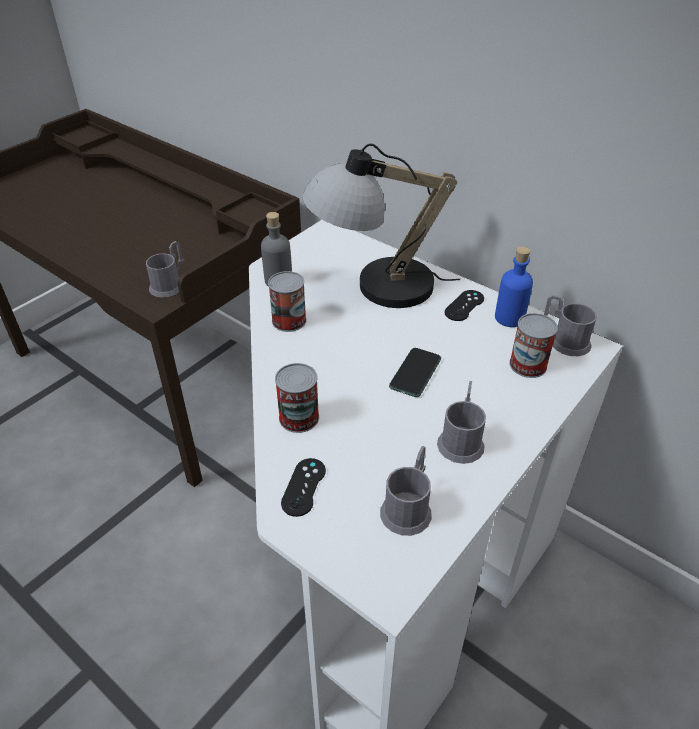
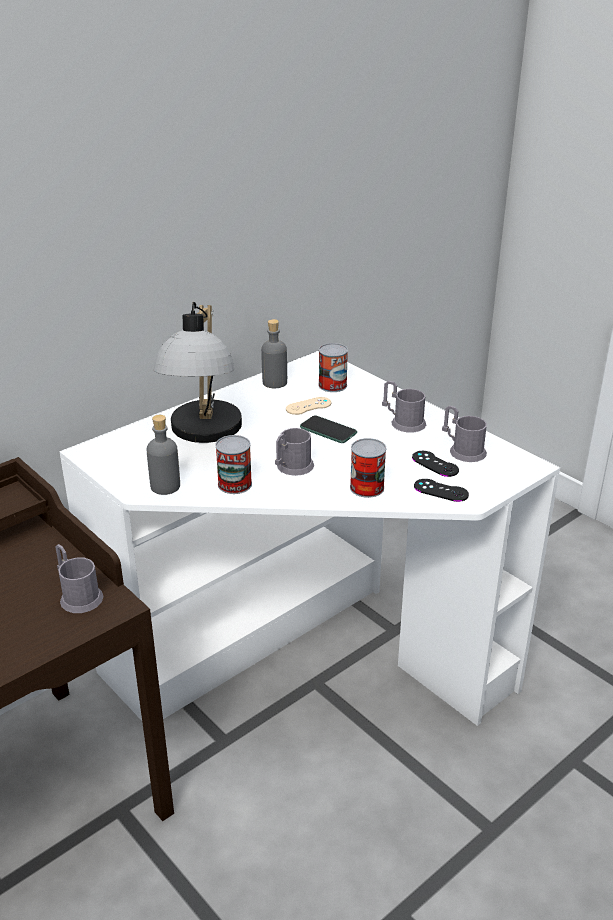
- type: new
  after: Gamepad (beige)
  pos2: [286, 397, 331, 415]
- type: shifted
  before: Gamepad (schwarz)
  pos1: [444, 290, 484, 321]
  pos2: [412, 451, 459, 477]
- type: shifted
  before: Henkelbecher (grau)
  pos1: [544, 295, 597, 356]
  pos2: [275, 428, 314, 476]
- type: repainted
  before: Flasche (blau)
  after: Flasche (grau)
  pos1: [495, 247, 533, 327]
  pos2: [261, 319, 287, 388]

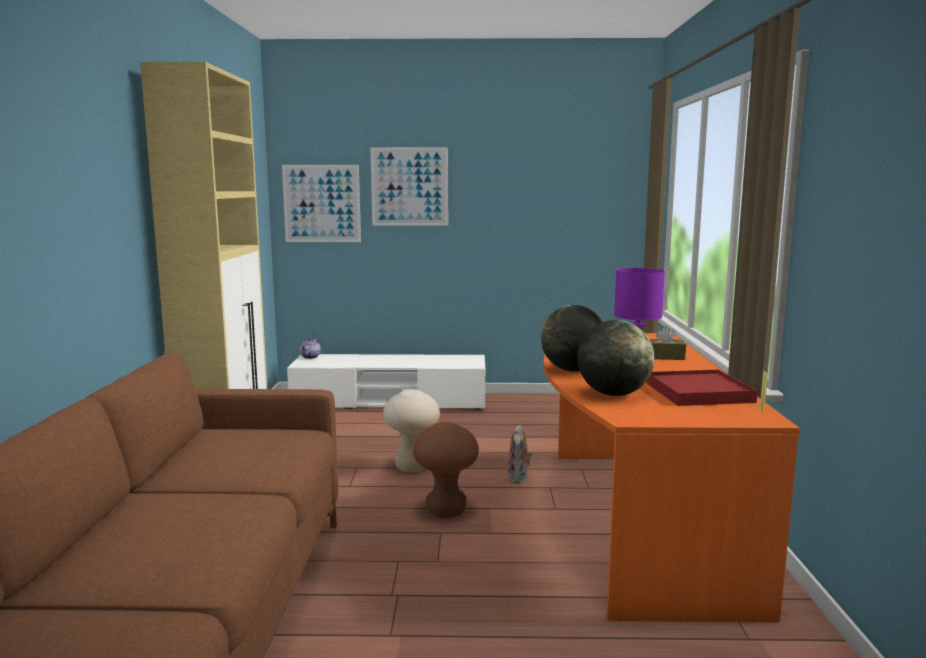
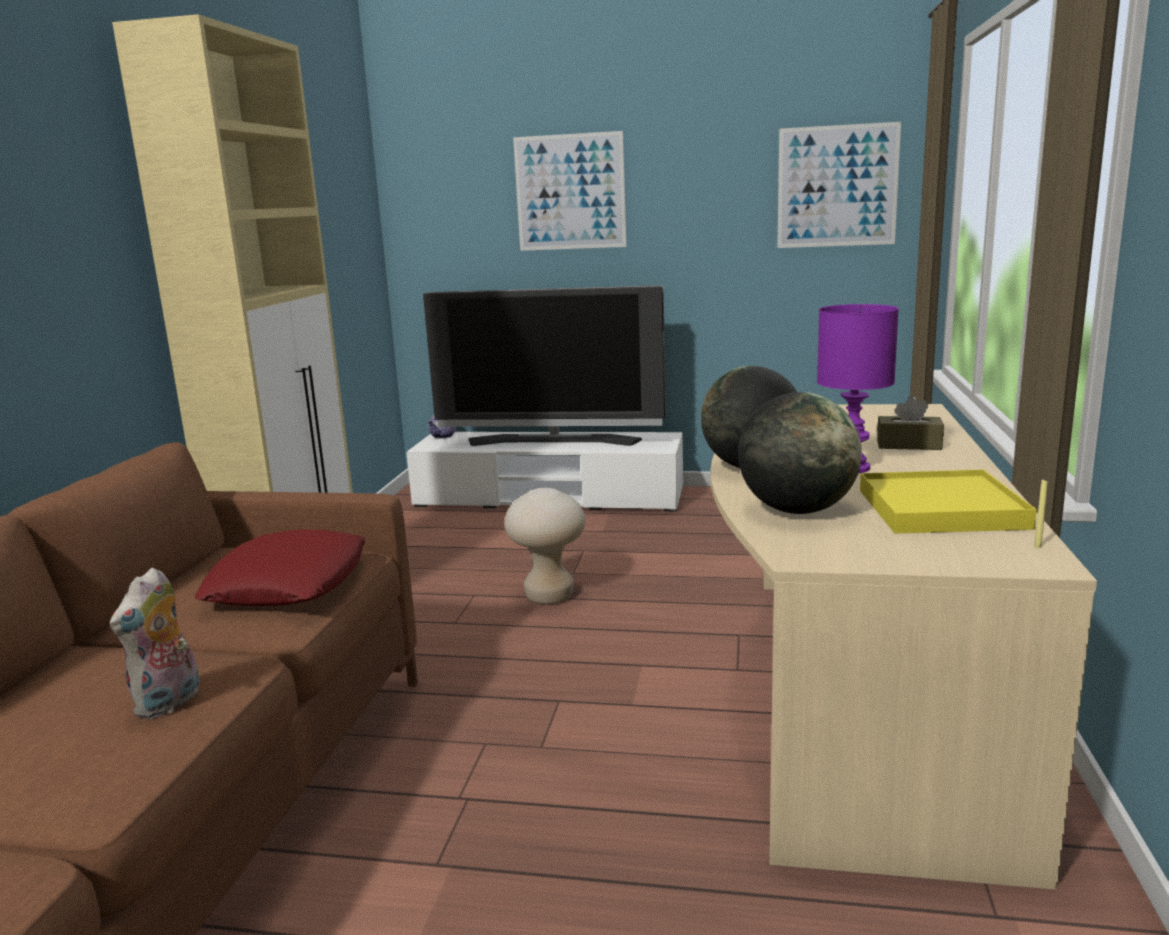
- type: gone
  before: Hocker (braun)
  pos1: [413, 422, 479, 518]
- type: new
  after: Kissen (rot)
  pos2: [195, 530, 365, 606]
- type: new
  after: Fernseher
  pos2: [423, 285, 666, 446]
- type: shifted
  before: Bild
  pos1: [282, 165, 361, 242]
  pos2: [777, 122, 901, 248]
- type: shifted
  before: Plüschtier
  pos1: [507, 425, 532, 484]
  pos2: [110, 568, 200, 719]
- type: repainted
  before: Schreibtisch (orange)
  after: Schreibtisch (beige)
  pos1: [543, 333, 800, 622]
  pos2: [710, 404, 1097, 890]
- type: repainted
  before: Tablett (rot)
  after: Tablett (gelb)
  pos1: [646, 370, 758, 406]
  pos2: [860, 470, 1037, 533]

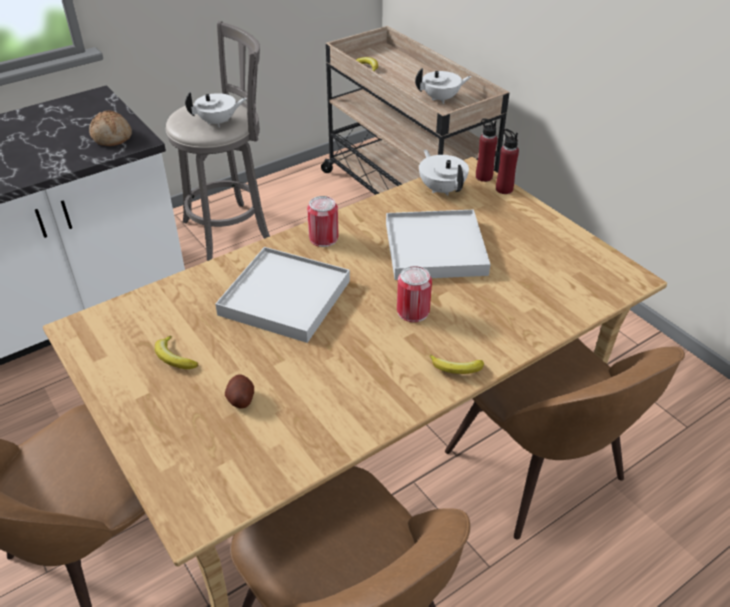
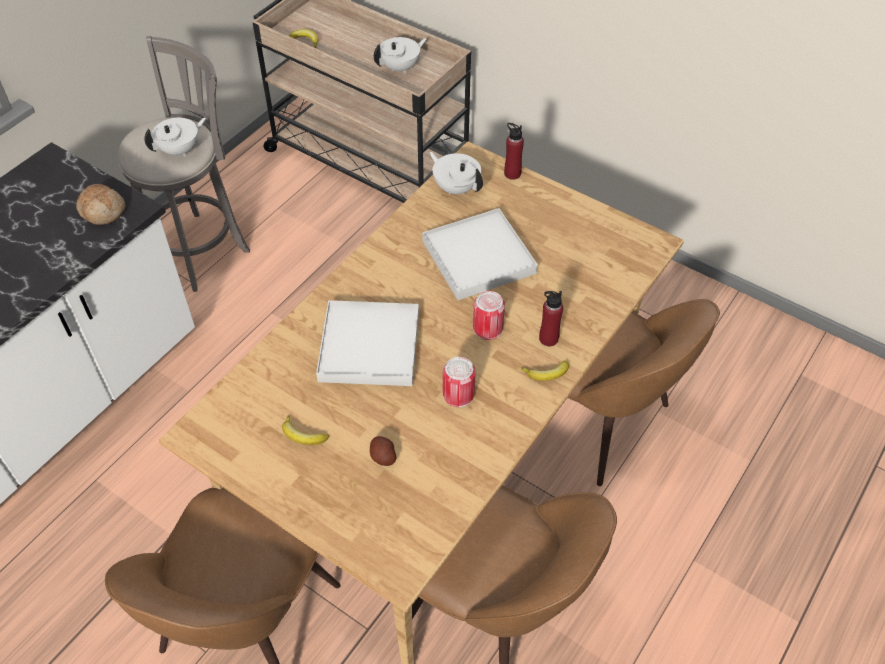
- type: shifted
  before: Dose
  pos1: [307, 196, 339, 247]
  pos2: [443, 357, 476, 407]
- type: shifted
  before: Flasche (rot)
  pos1: [476, 118, 498, 182]
  pos2: [539, 291, 563, 346]

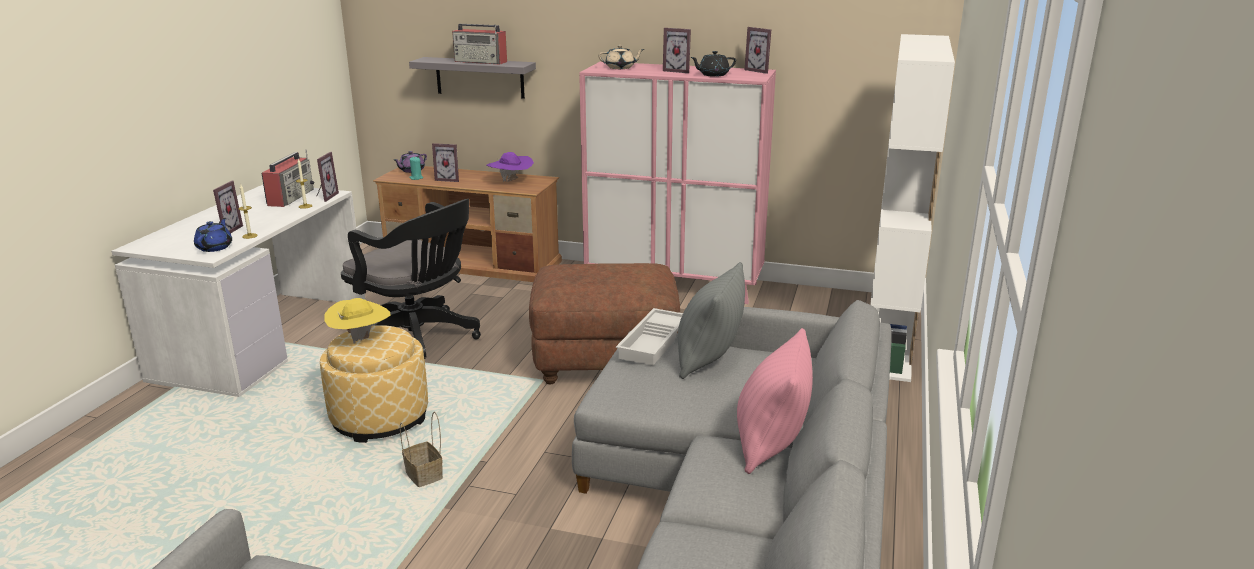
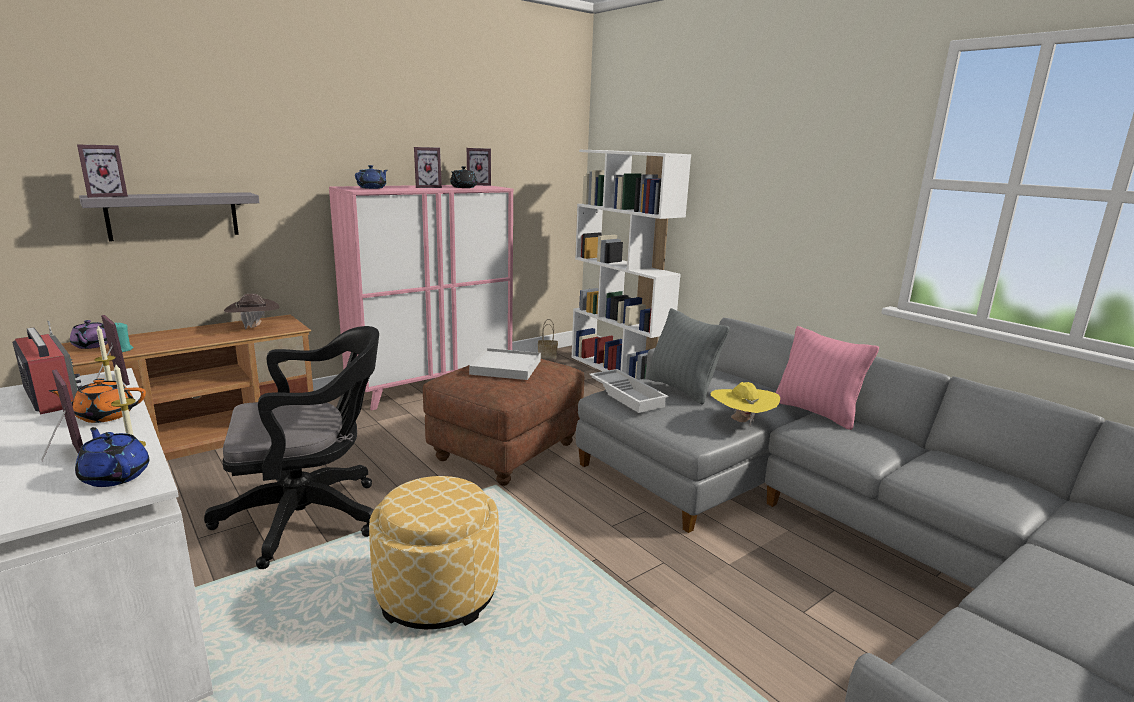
- type: gone
  before: Radio
  pos1: [452, 24, 507, 65]
- type: new
  after: Teekanne (orange)
  pos2: [49, 378, 146, 423]
- type: new
  after: Tablett (weiß)
  pos2: [469, 348, 541, 380]
- type: shifted
  before: Hut (gelb)
  pos1: [325, 298, 391, 343]
  pos2: [711, 382, 780, 426]
- type: shifted
  before: Korb
  pos1: [400, 412, 443, 487]
  pos2: [538, 319, 558, 359]
- type: shifted
  before: Bilderrahmen
  pos1: [432, 143, 459, 182]
  pos2: [77, 145, 128, 198]
- type: repainted
  before: Hut (lila)
  after: Hut (braun)
  pos1: [487, 152, 534, 182]
  pos2: [224, 294, 280, 329]
- type: repainted
  before: Teekanne (beige)
  after: Teekanne (blau)
  pos1: [598, 45, 644, 69]
  pos2: [355, 165, 387, 189]

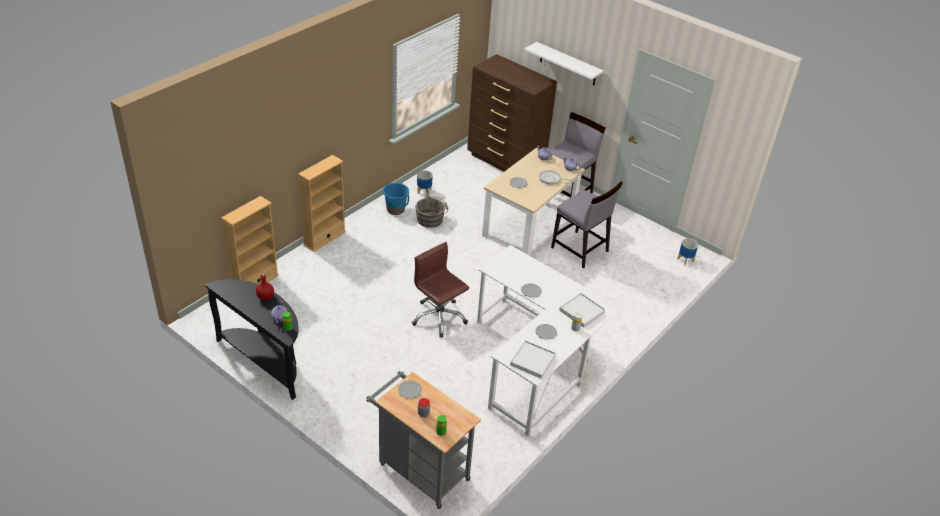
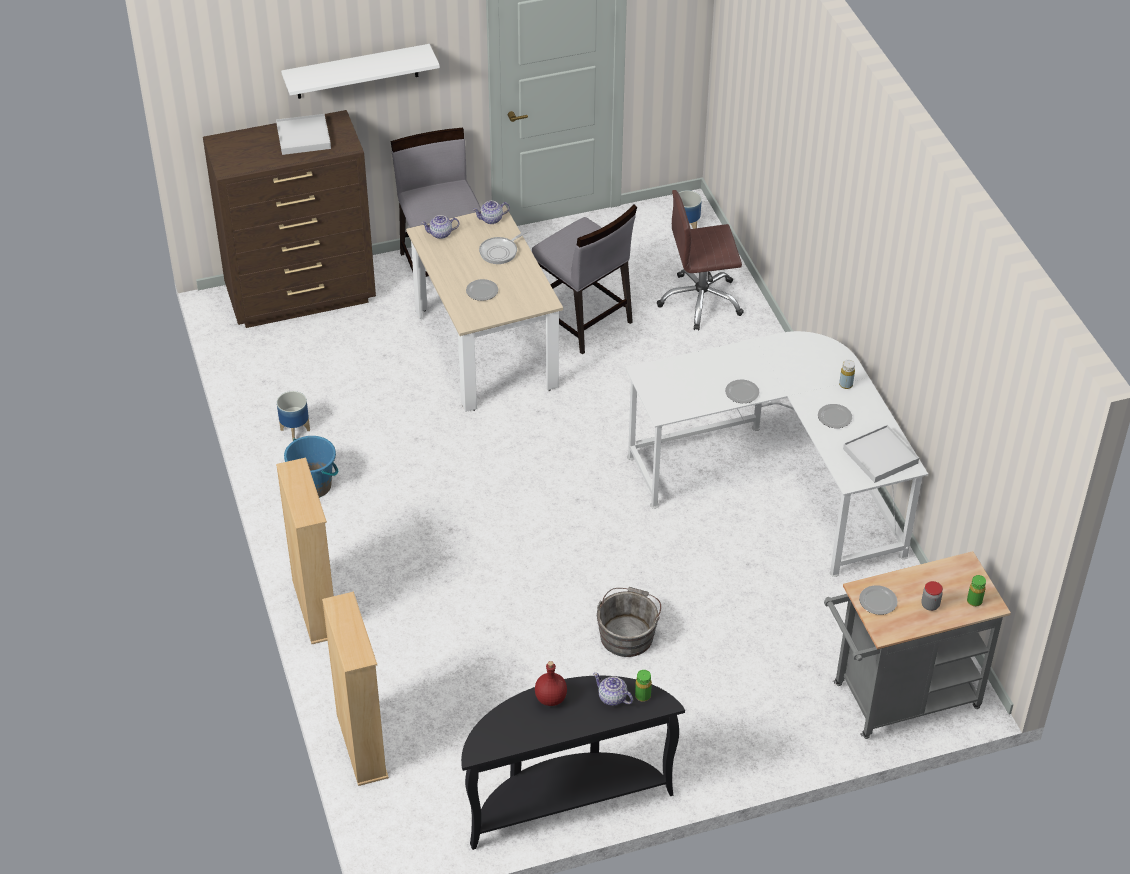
- type: shifted
  before: Bürostuhl (braun)
  pos1: [412, 242, 469, 338]
  pos2: [657, 190, 744, 331]
- type: shifted
  before: Eimer (grau)
  pos1: [415, 196, 448, 228]
  pos2: [596, 587, 661, 657]
- type: shifted
  before: Tablett (weiß)
  pos1: [559, 293, 605, 328]
  pos2: [276, 114, 331, 155]
- type: rotated
  before: Stuhl (grau)
  pos1: [551, 181, 623, 269]
  pos2: [532, 205, 637, 354]
  turn: 60

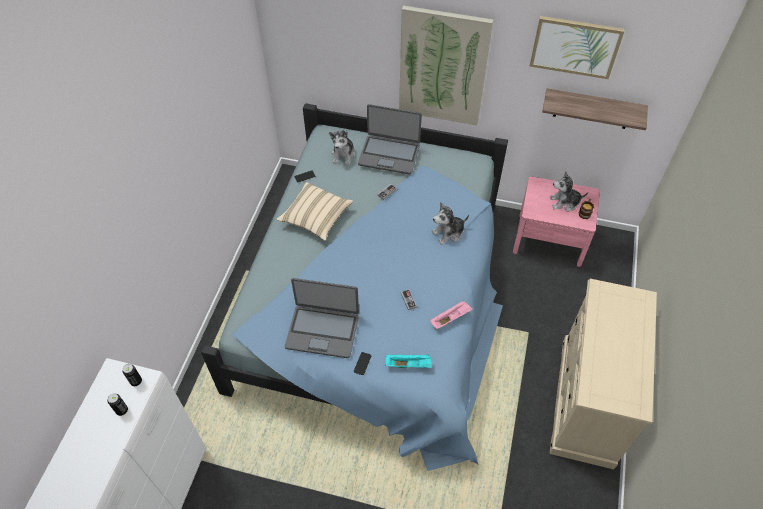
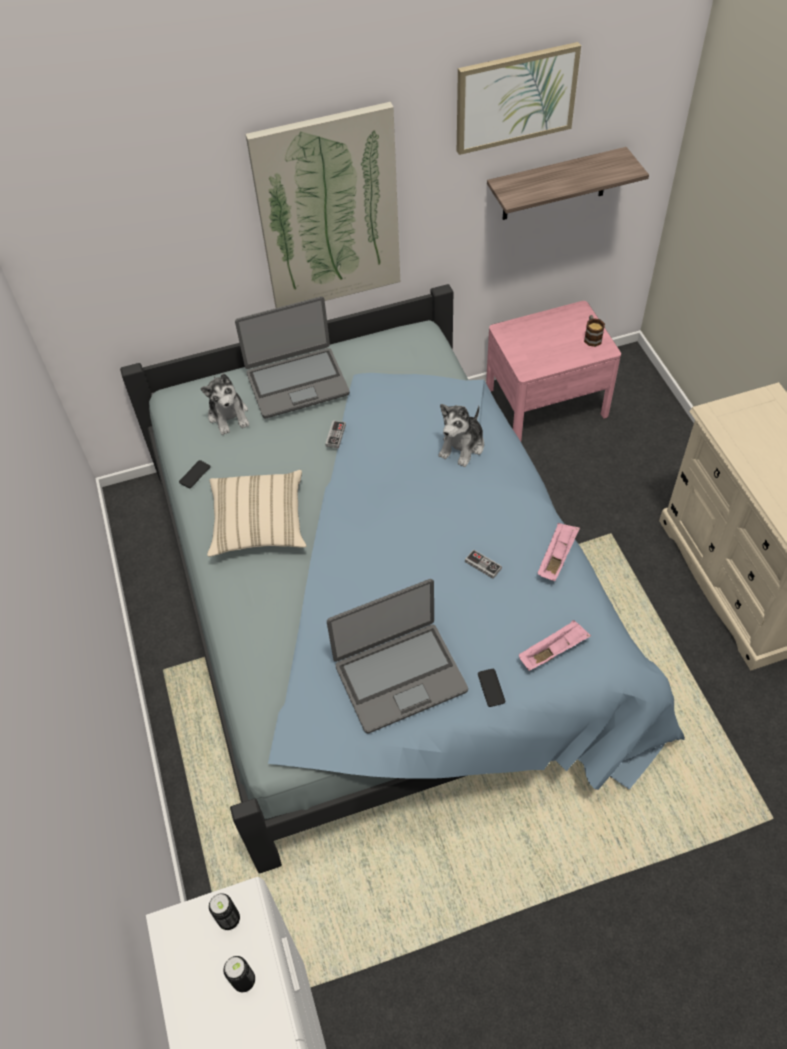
- type: gone
  before: Plüschtier
  pos1: [550, 172, 588, 212]
- type: repainted
  before: Tablett (türkis)
  after: Tablett (rosa)
  pos1: [385, 354, 432, 368]
  pos2: [519, 620, 591, 671]

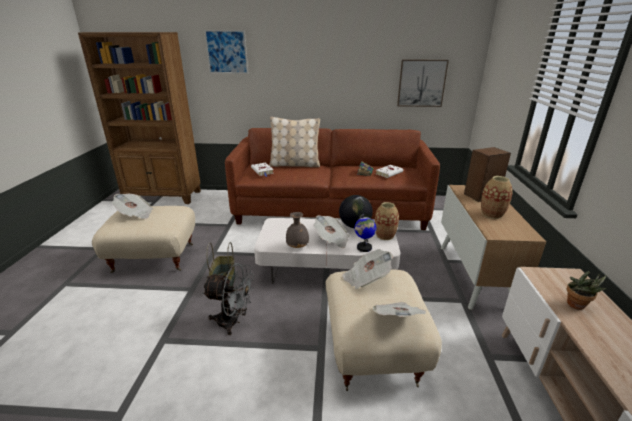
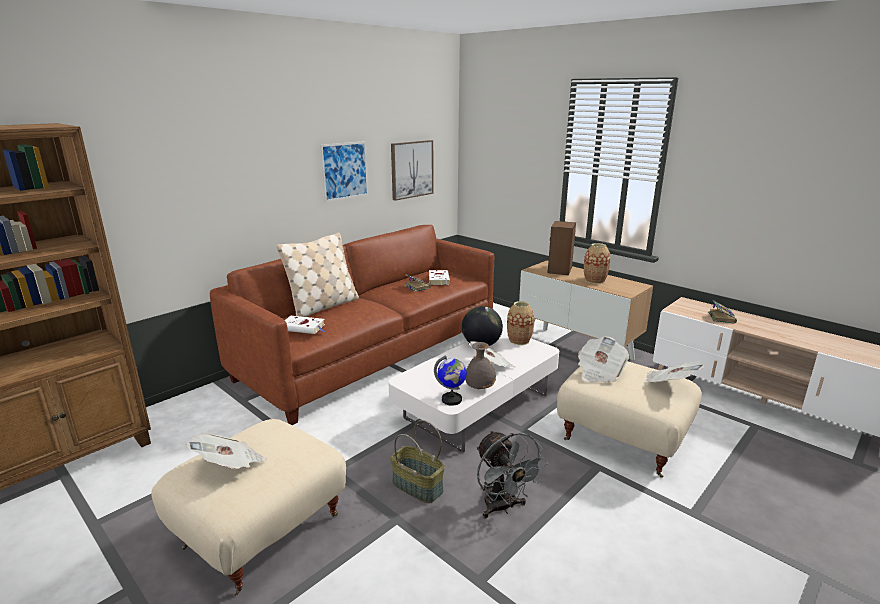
- type: shifted
  before: Bild
  pos1: [204, 30, 248, 74]
  pos2: [320, 141, 368, 202]
- type: shifted
  before: Globus
  pos1: [355, 214, 376, 252]
  pos2: [434, 355, 467, 406]
- type: swapped
  before: Topfpflanze
  after: Buch
  pos1: [567, 271, 607, 310]
  pos2: [708, 300, 737, 324]
- type: rotated
  before: Ventilator (grau)
  pos1: [202, 263, 254, 335]
  pos2: [477, 430, 548, 518]
  turn: 105

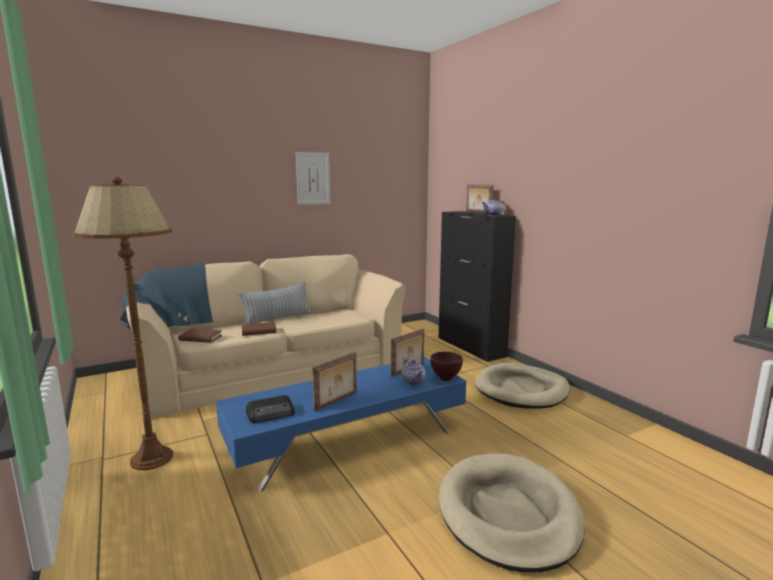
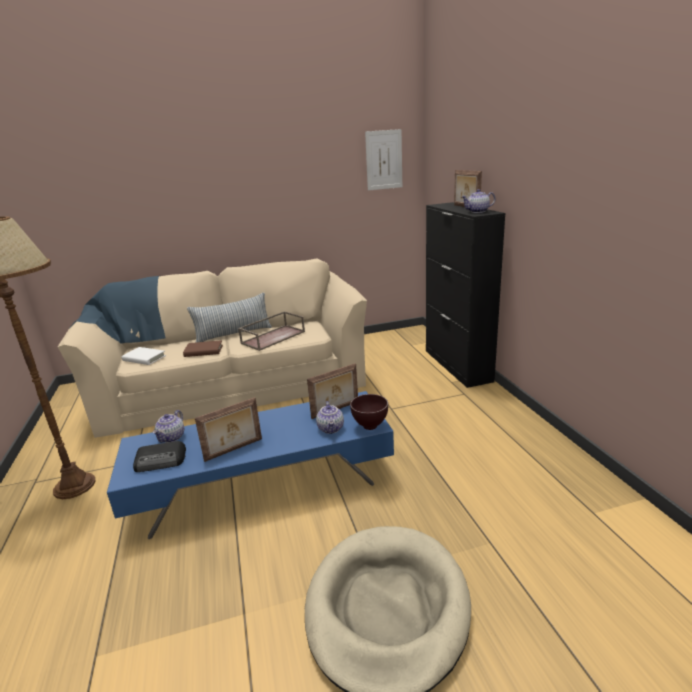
- type: gone
  before: Hundebett (beige)
  pos1: [475, 363, 570, 409]
- type: new
  after: Teekanne
  pos2: [153, 410, 184, 443]
- type: new
  after: Tablett (braun)
  pos2: [238, 311, 305, 351]
- type: shifted
  before: Bild
  pos1: [296, 152, 330, 205]
  pos2: [365, 129, 402, 190]
- type: repainted
  before: Buch (braun)
  after: Buch (weiß)
  pos1: [178, 329, 222, 343]
  pos2: [122, 347, 166, 365]

